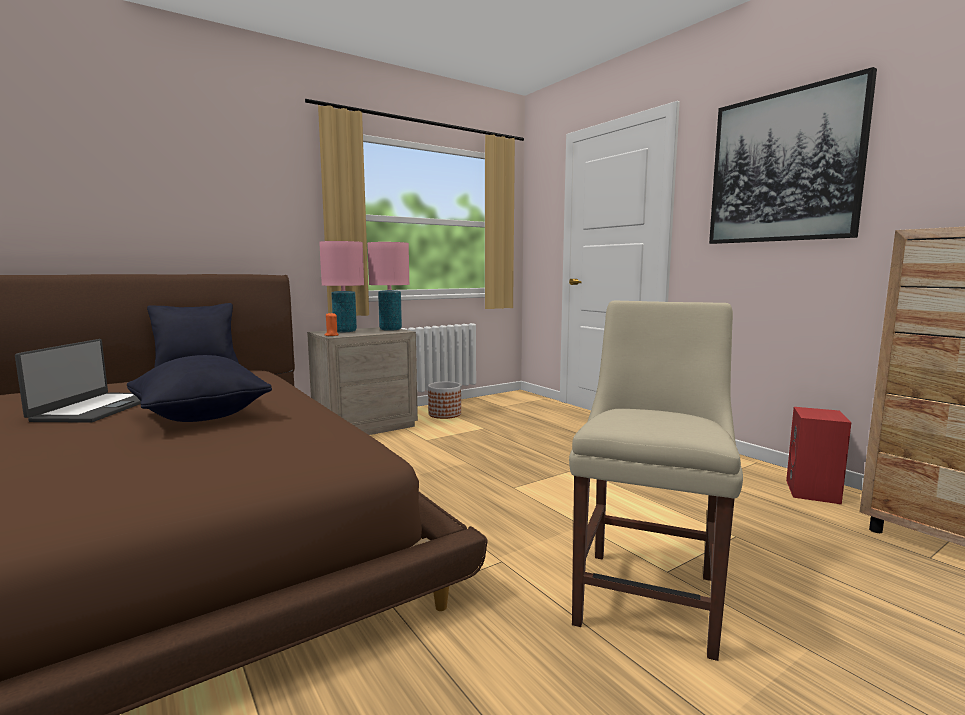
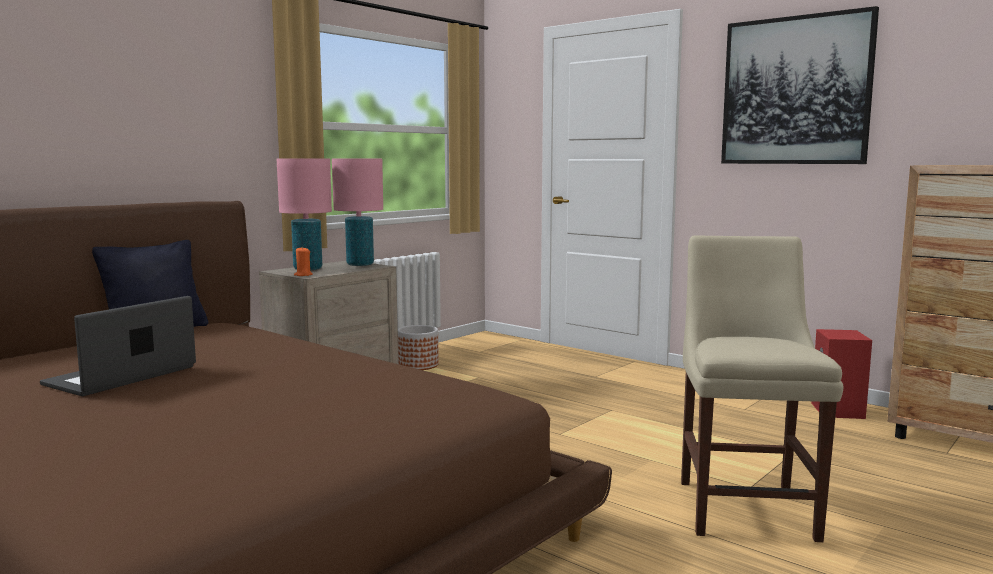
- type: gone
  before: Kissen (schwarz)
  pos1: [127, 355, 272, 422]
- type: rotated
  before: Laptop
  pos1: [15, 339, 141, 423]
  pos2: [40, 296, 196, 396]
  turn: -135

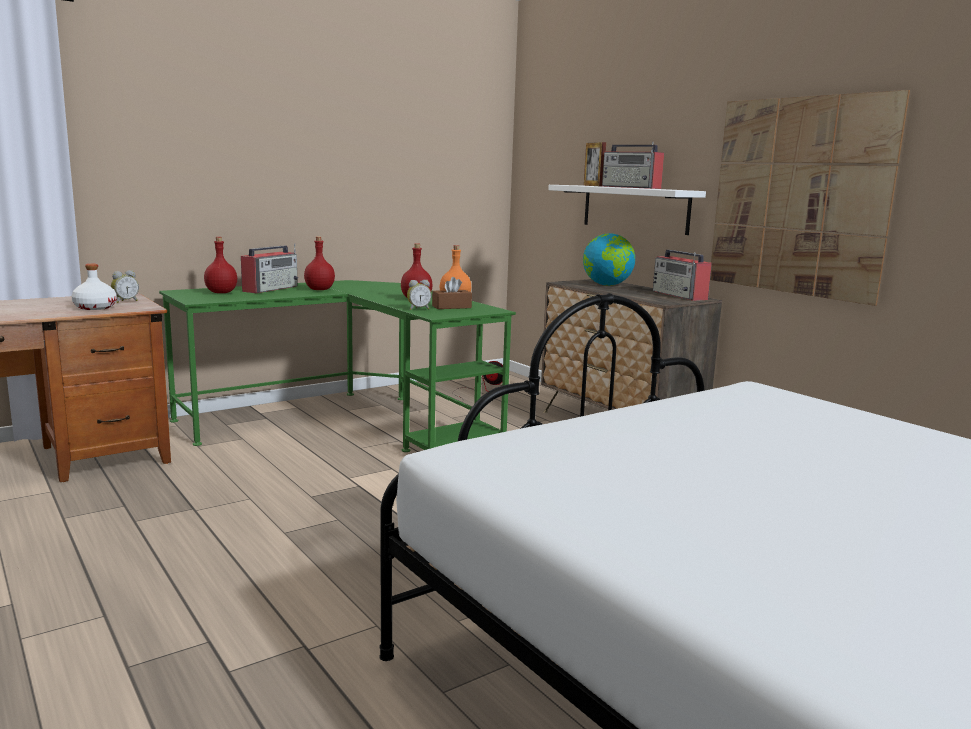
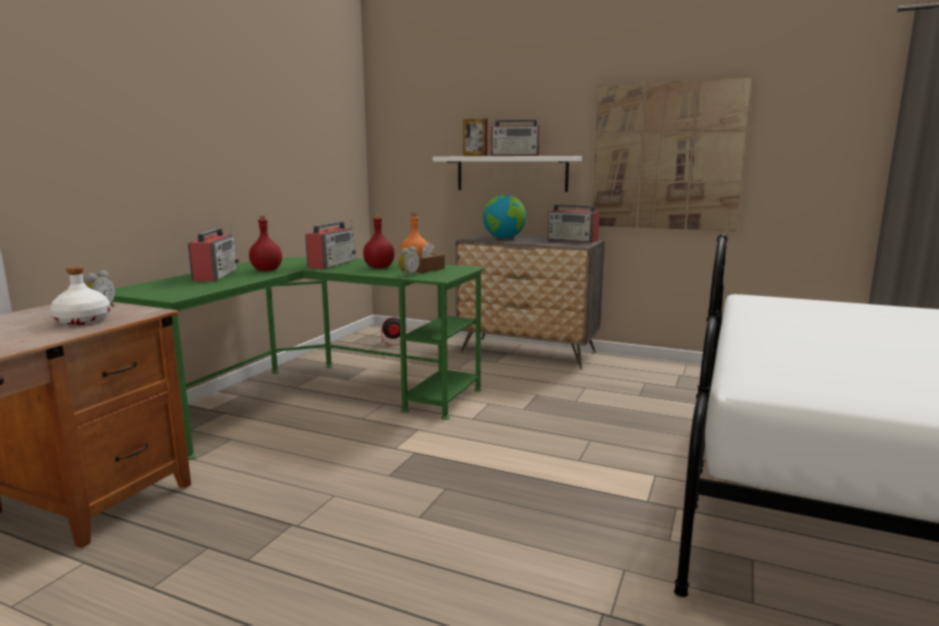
- type: gone
  before: Flasche (rot)
  pos1: [204, 237, 237, 293]
- type: new
  after: Radio
  pos2: [305, 219, 356, 269]

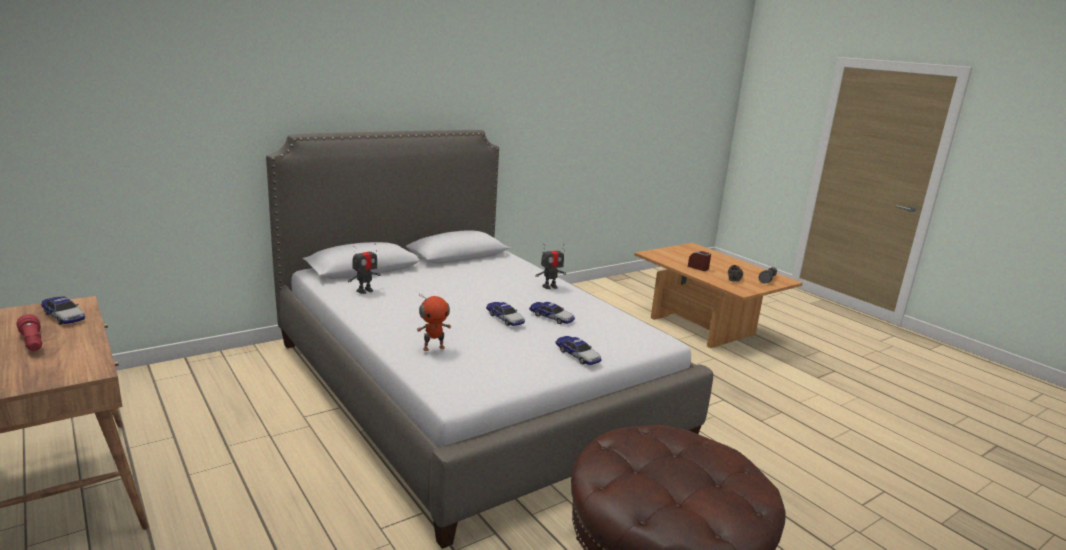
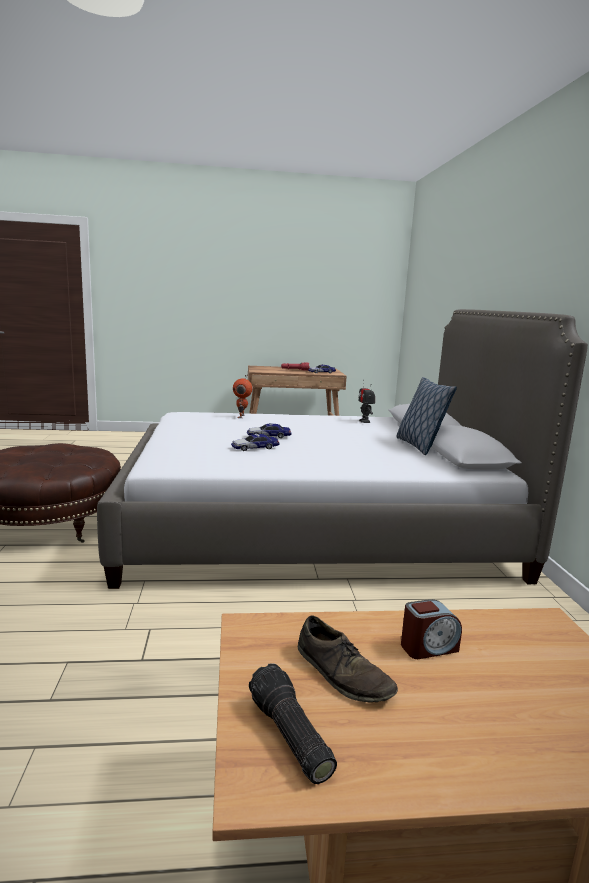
- type: gone
  before: Spielzeugroboter
  pos1: [535, 244, 566, 289]
- type: gone
  before: Spielzeugauto
  pos1: [556, 336, 602, 365]
- type: new
  after: Kissen
  pos2: [396, 377, 457, 455]

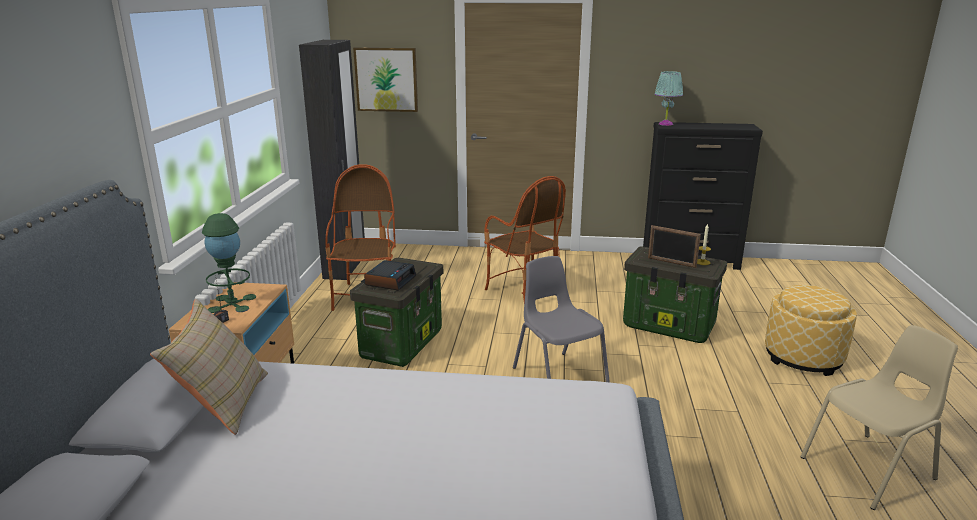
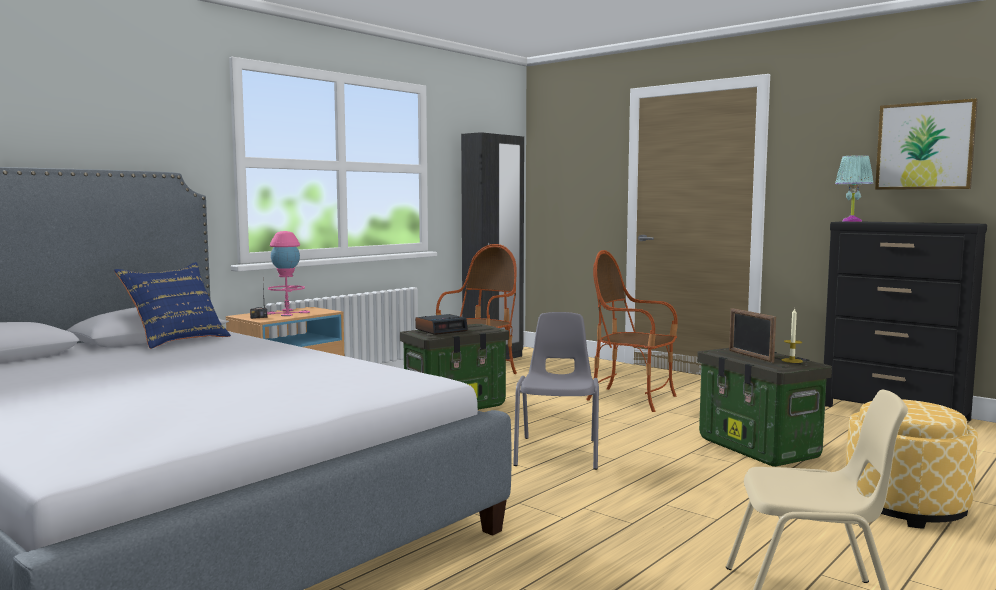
- type: shifted
  before: Bild
  pos1: [353, 47, 418, 112]
  pos2: [875, 98, 978, 190]
- type: repainted
  before: Kissen (beige)
  after: Kissen (blau)
  pos1: [150, 299, 268, 435]
  pos2: [114, 262, 231, 349]
- type: repainted
  before: Tischlampe (grün)
  after: Tischlampe (rosa)
  pos1: [202, 213, 256, 313]
  pos2: [267, 231, 310, 316]
- type: rotated
  before: Sessel
  pos1: [484, 176, 566, 303]
  pos2: [586, 250, 678, 412]
  turn: 120

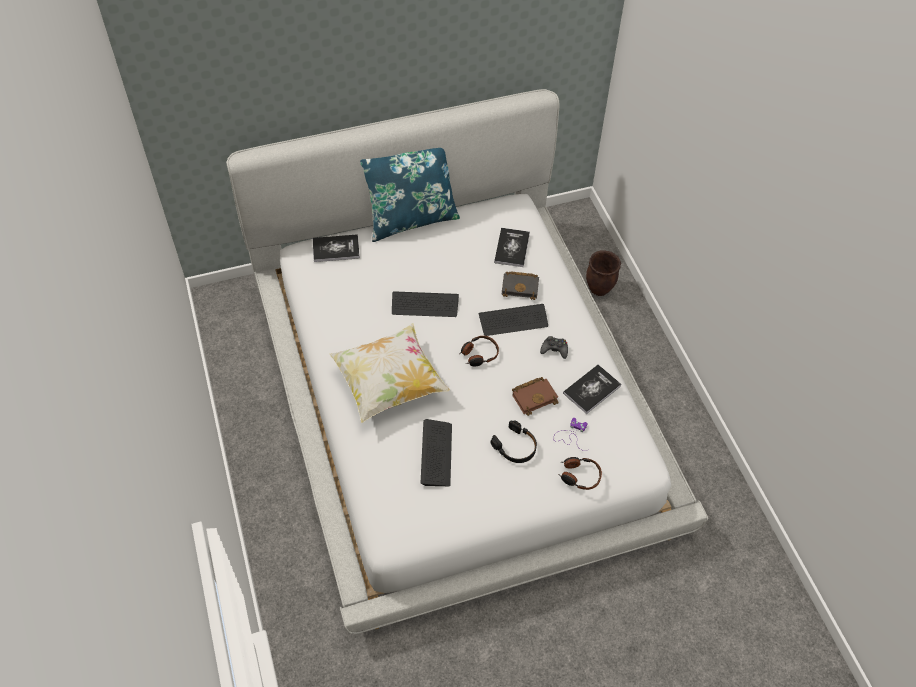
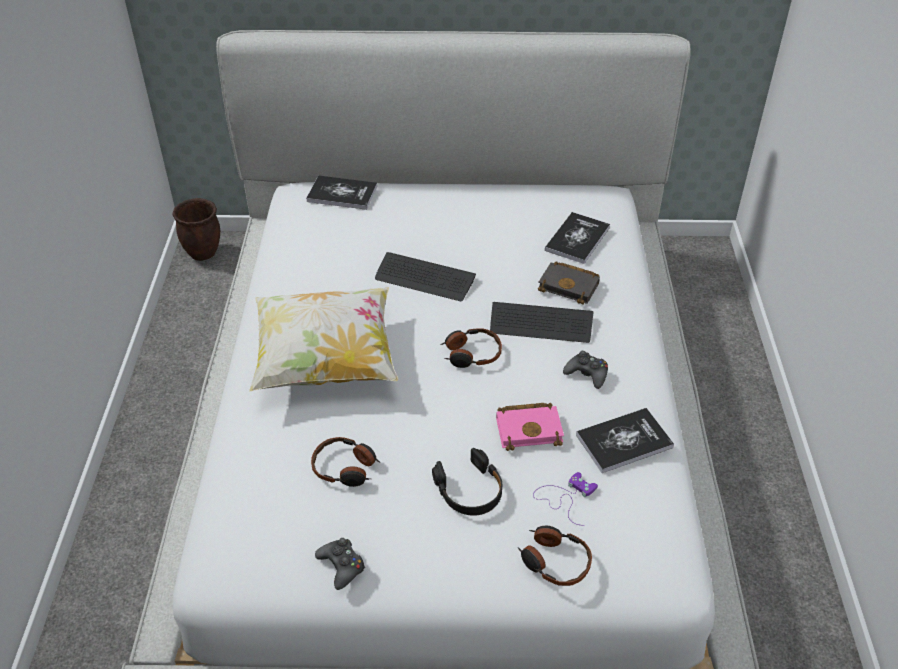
- type: gone
  before: Kissen (blau)
  pos1: [360, 148, 460, 242]
- type: new
  after: Gamepad (schwarz)
  pos2: [315, 538, 365, 590]
- type: shifted
  before: Pflanzkübel (braun)
  pos1: [586, 250, 621, 296]
  pos2: [173, 198, 220, 261]
- type: swapped
  before: Tastatur
  after: Kopfhörer
  pos1: [421, 419, 452, 486]
  pos2: [311, 437, 380, 487]
- type: repainted
  before: Buch (braun)
  after: Buch (rosa)
  pos1: [512, 377, 559, 416]
  pos2: [496, 403, 564, 451]

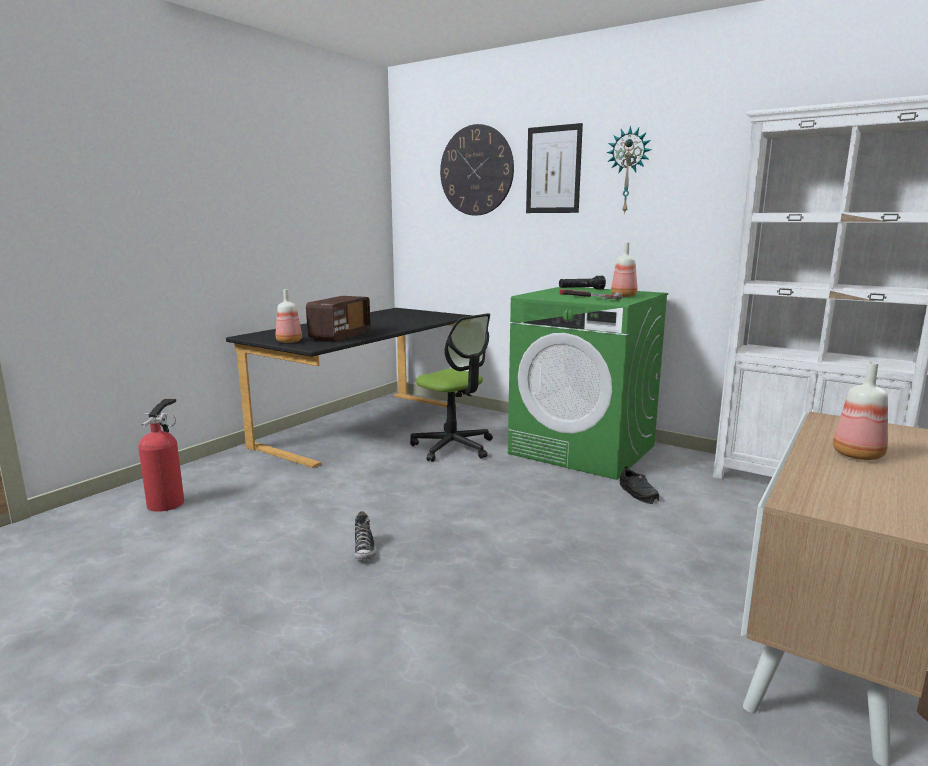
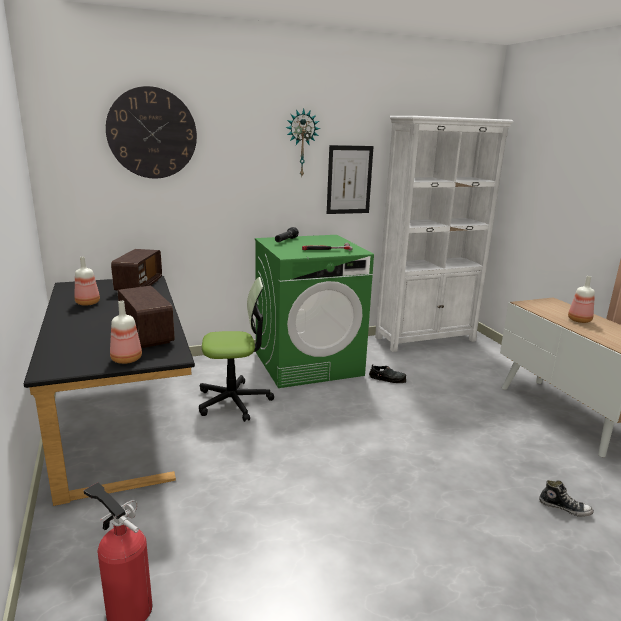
- type: new
  after: Radio
  pos2: [111, 249, 162, 290]
- type: shifted
  before: Schuh
  pos1: [354, 511, 376, 560]
  pos2: [539, 480, 594, 517]
- type: shifted
  before: Bild
  pos1: [526, 123, 583, 213]
  pos2: [327, 145, 374, 214]
- type: shifted
  before: Flasche
  pos1: [611, 242, 637, 297]
  pos2: [75, 257, 100, 306]

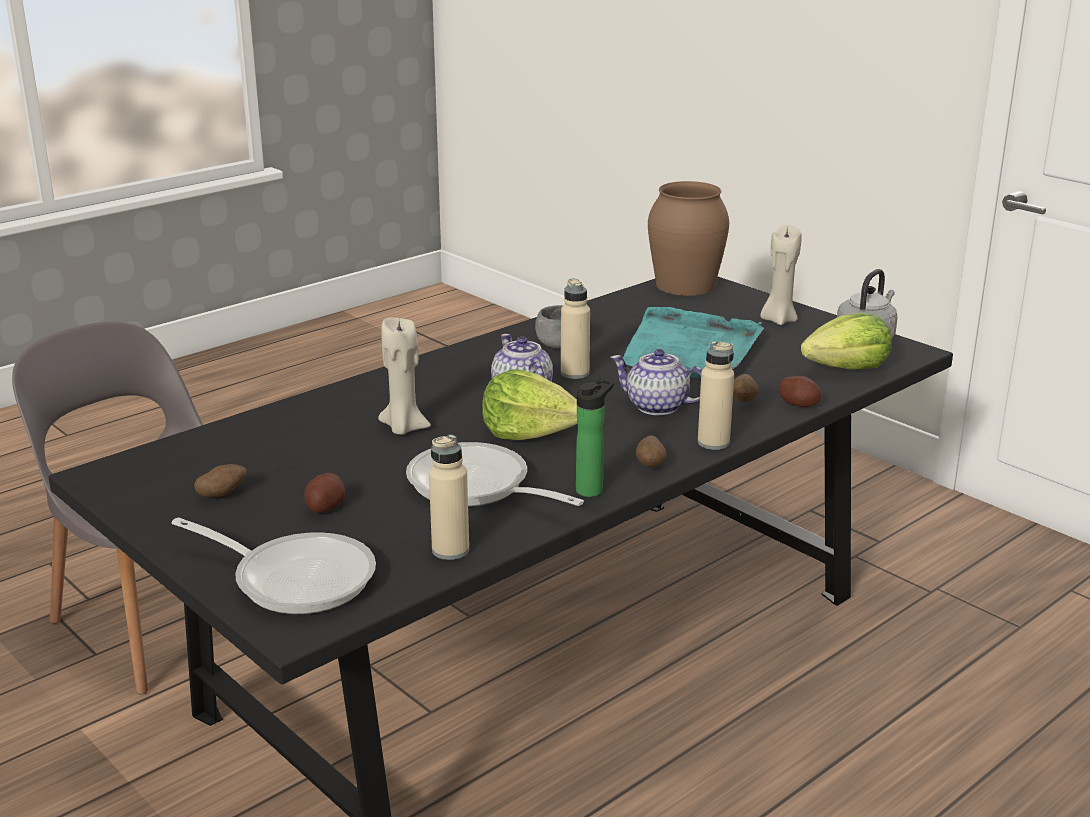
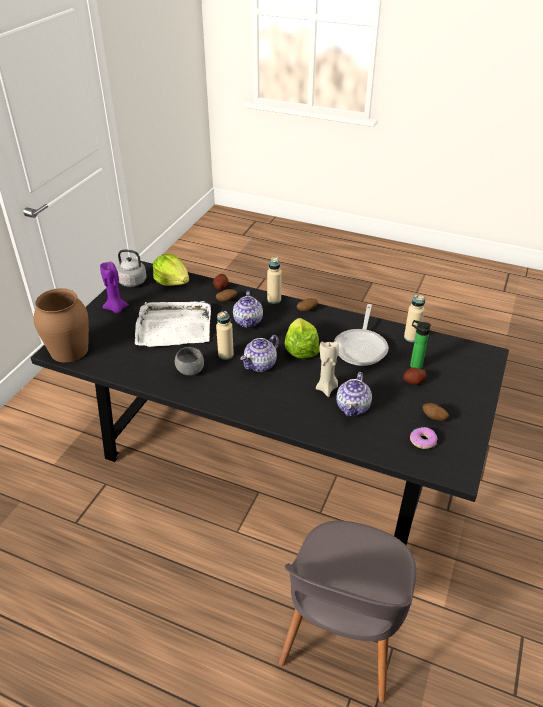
- type: gone
  before: Pfanne
  pos1: [172, 518, 376, 614]
- type: new
  after: Teekanne
  pos2: [336, 372, 372, 417]
- type: new
  after: Donut
  pos2: [410, 427, 437, 449]
- type: shifted
  before: Flasche
  pos1: [576, 378, 614, 497]
  pos2: [410, 320, 431, 369]
- type: repainted
  before: Tablett (türkis)
  after: Tablett (weiß)
  pos1: [623, 307, 764, 378]
  pos2: [135, 301, 211, 347]
- type: repainted
  before: Kerze (beige)
  after: Kerze (lila)
  pos1: [760, 225, 802, 325]
  pos2: [100, 262, 129, 313]

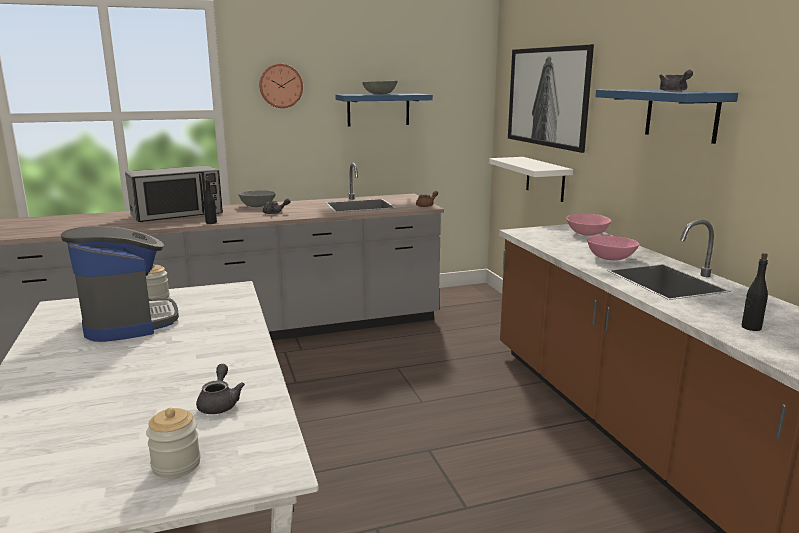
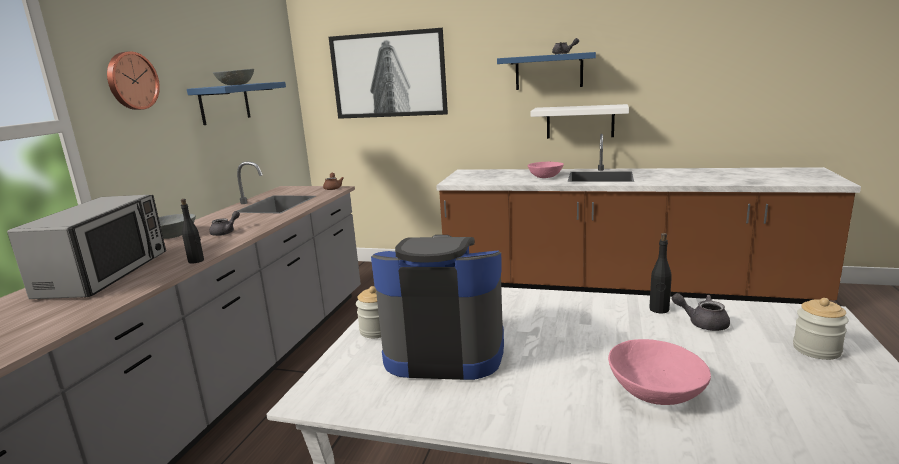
- type: shifted
  before: Wandregal (weiß)
  pos1: [489, 157, 573, 202]
  pos2: [530, 104, 629, 139]
- type: shifted
  before: Schüssel (rosa)
  pos1: [566, 214, 611, 236]
  pos2: [608, 339, 711, 405]
- type: shifted
  before: Flasche (schwarz)
  pos1: [742, 253, 768, 331]
  pos2: [649, 233, 672, 314]

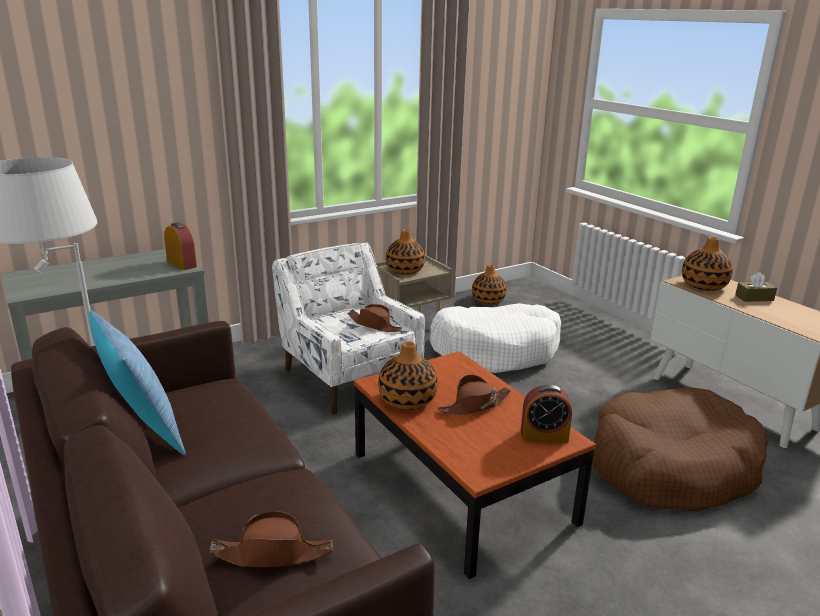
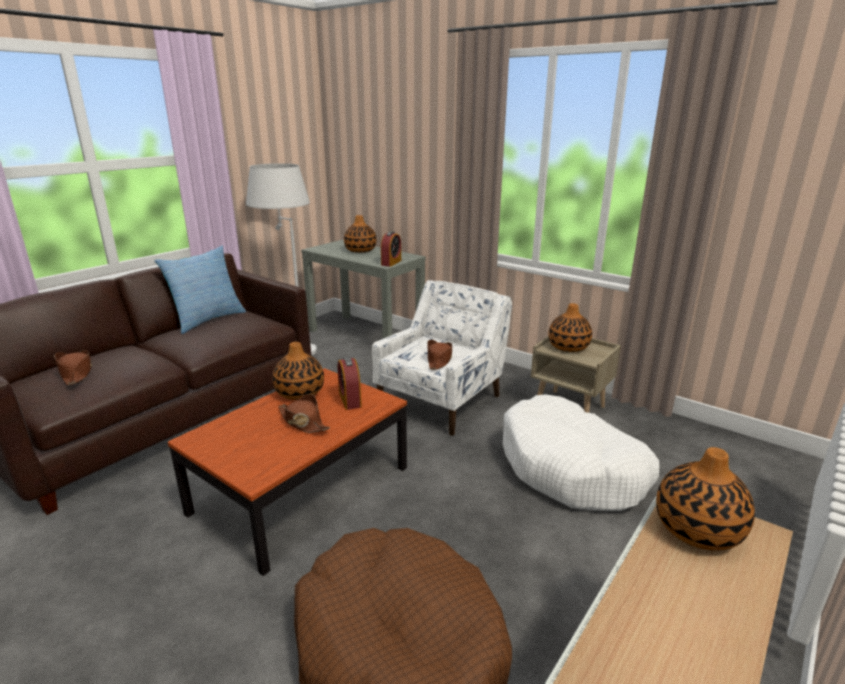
- type: gone
  before: Taschentuchbox (braun)
  pos1: [735, 272, 777, 302]
- type: shifted
  before: Vase
  pos1: [472, 264, 507, 304]
  pos2: [344, 215, 376, 253]
- type: shifted
  before: Wecker
  pos1: [521, 384, 572, 442]
  pos2: [338, 357, 362, 410]

